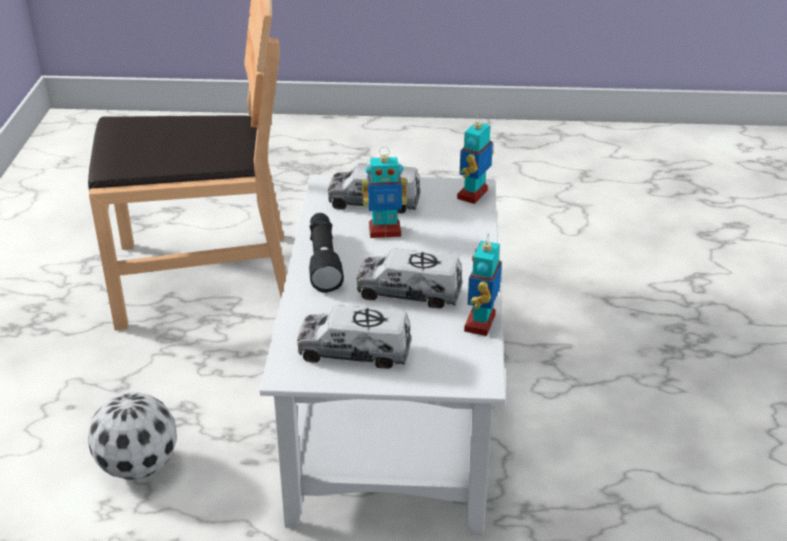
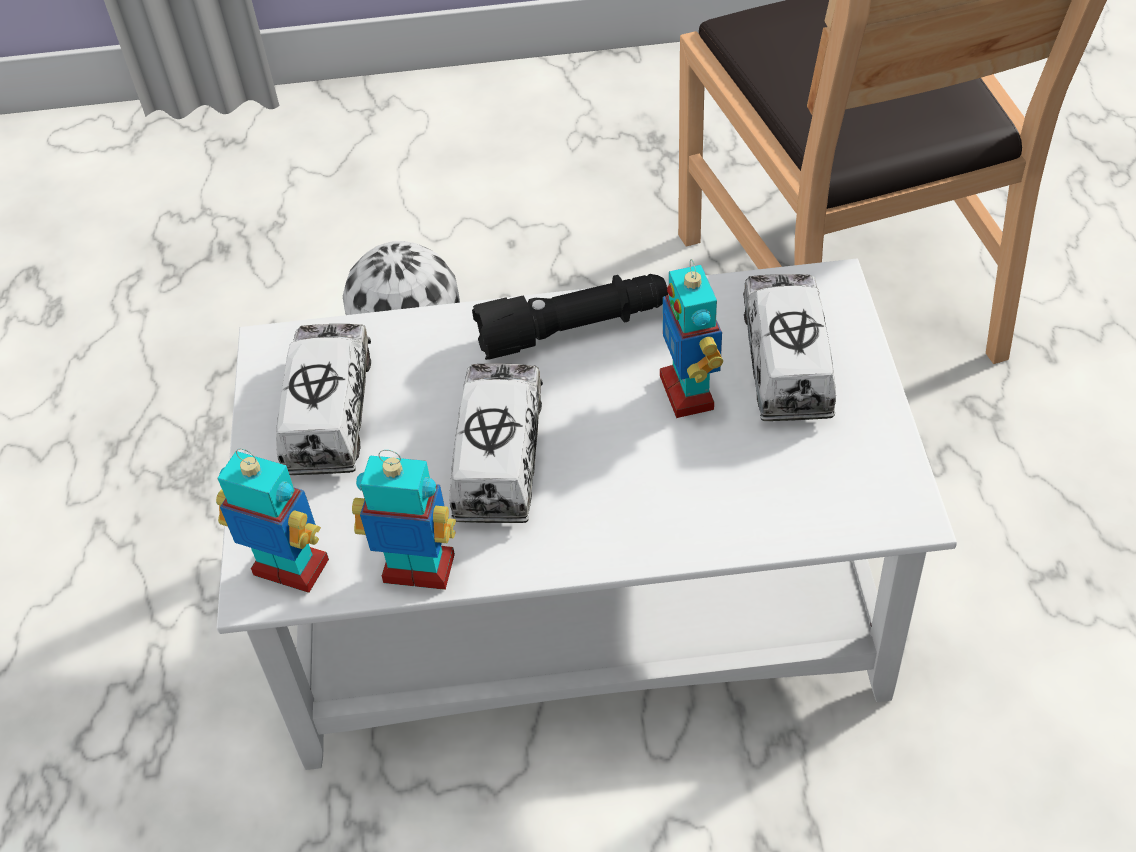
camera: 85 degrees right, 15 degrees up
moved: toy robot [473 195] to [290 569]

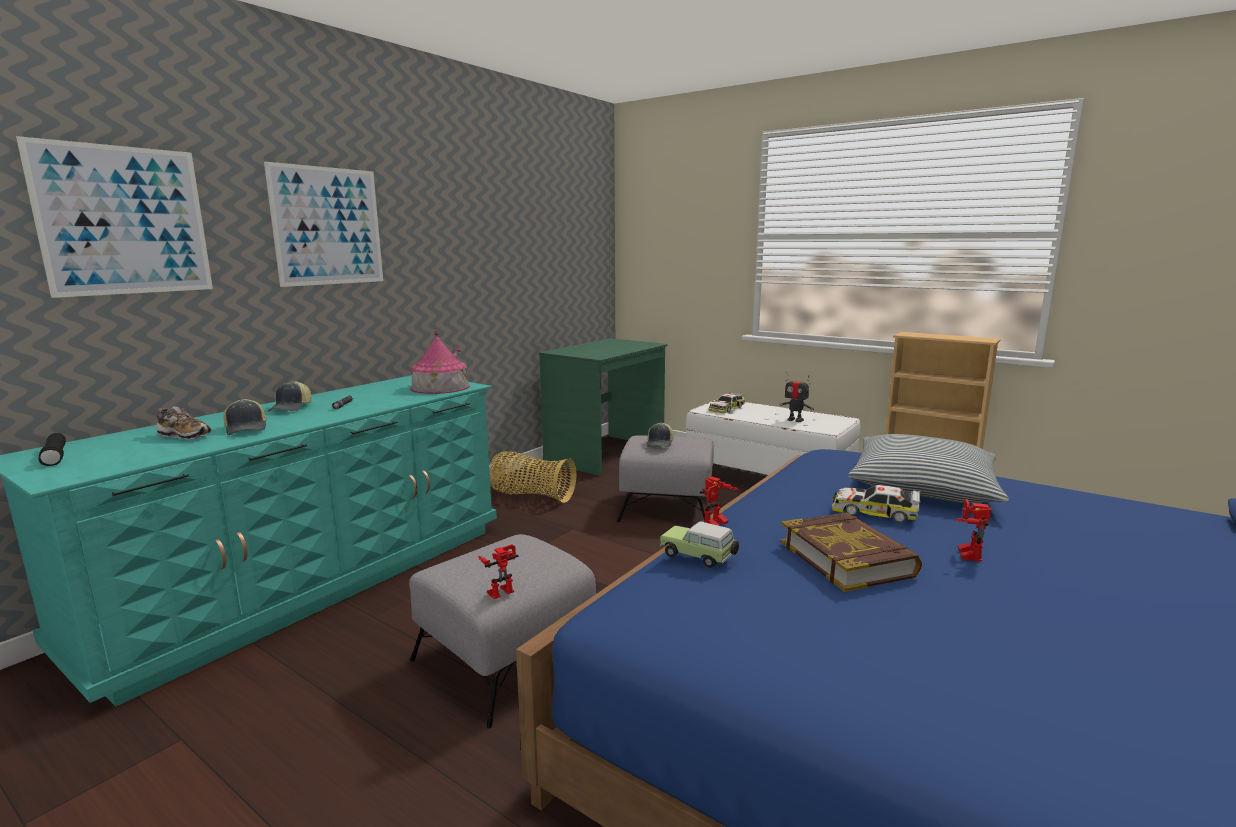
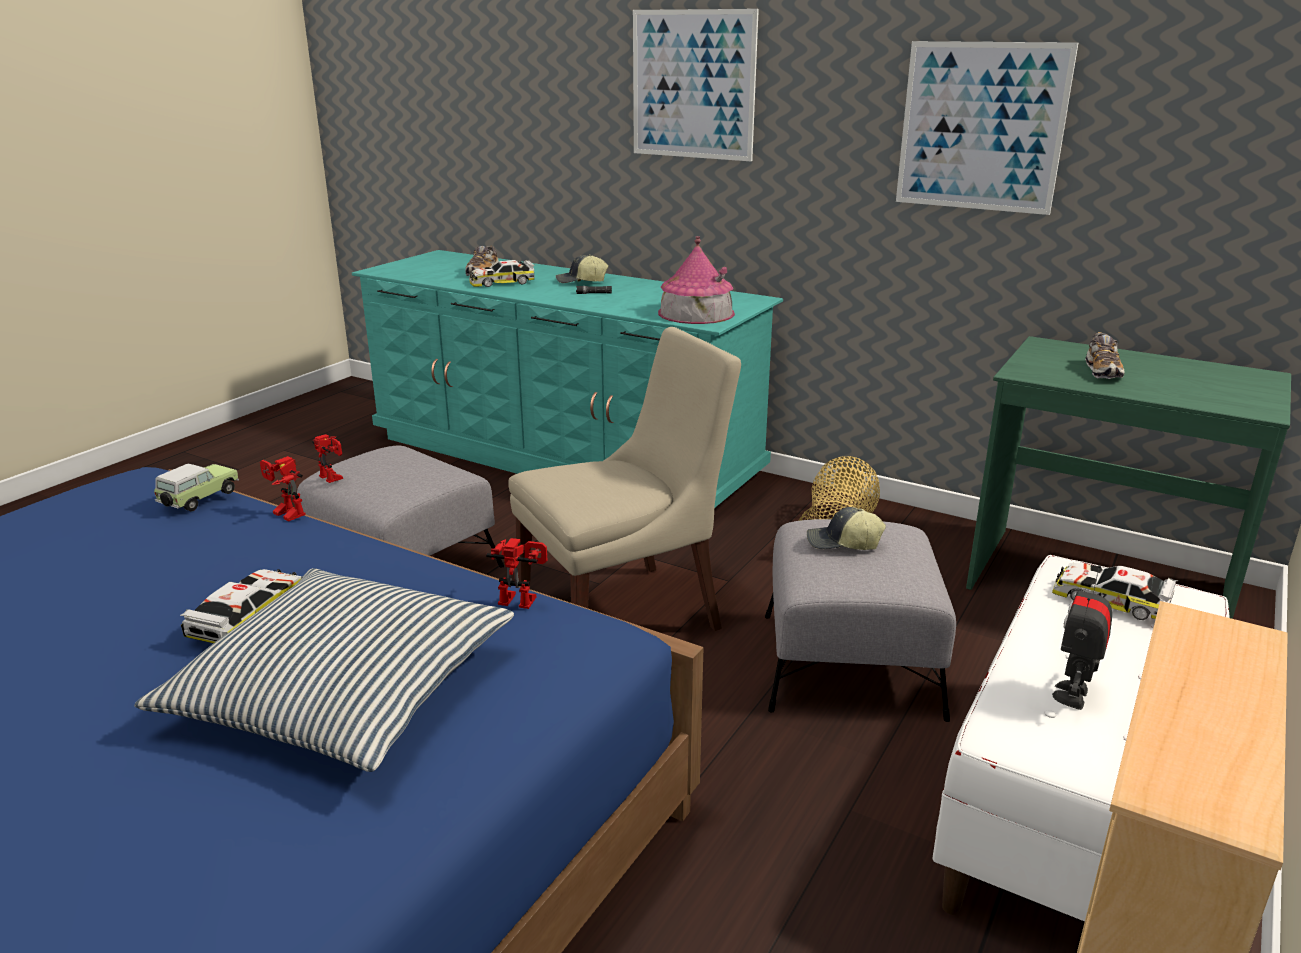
camera: 85 degrees right, 10 degrees up
removed: flashlight (black) [56 456]; book [847 558]
added: chair (beige) [625 615]; shoe [1102 371]
moved: picture [124 221] to [981 127]; toy robot [964 553] to [521 598]
replaced: cap [247 429] to toy car [502 282]

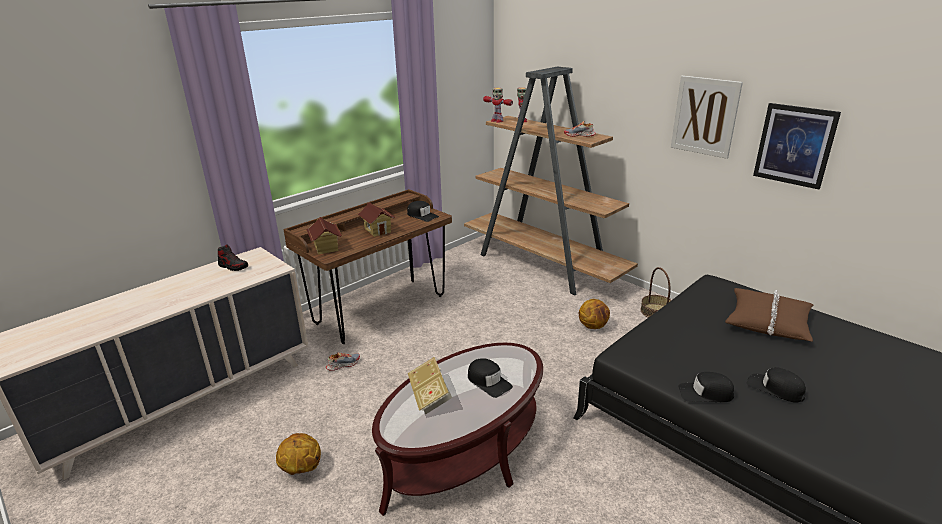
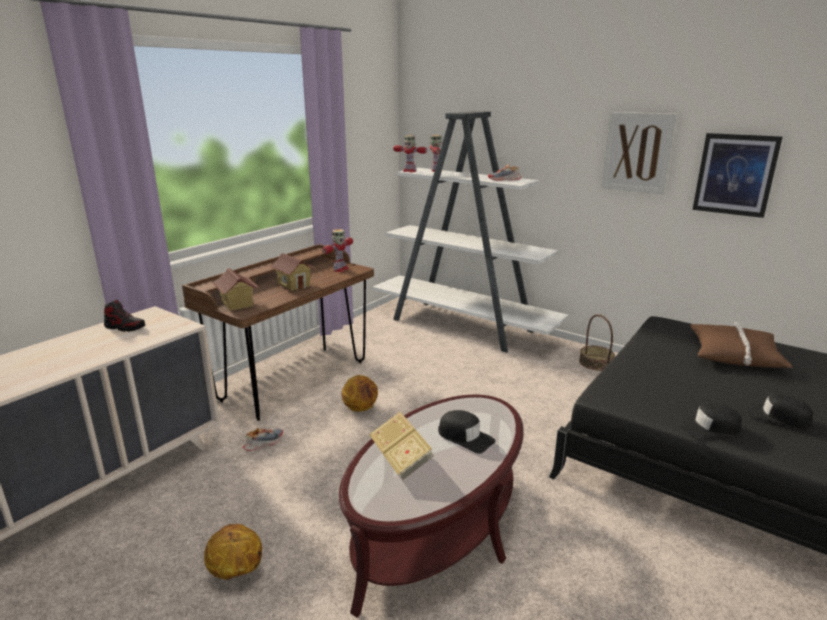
camera: 10 degrees left, 5 degrees down
moved: basketball [593 326] to [361 408]
replaced: cap (black) [422 215] to toy robot [340 269]
recoloured: bookcase (brown) [543 265] to bookcase (white) [464 326]

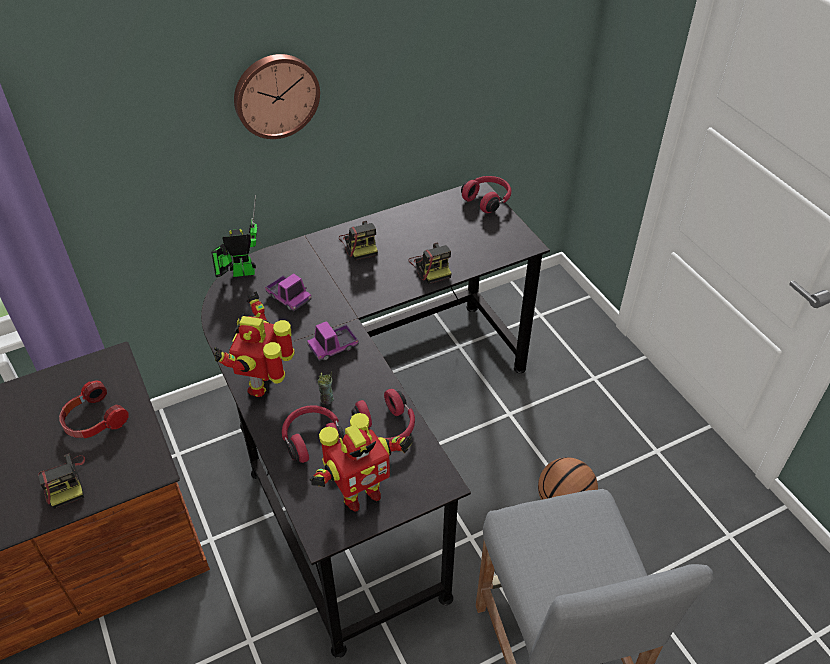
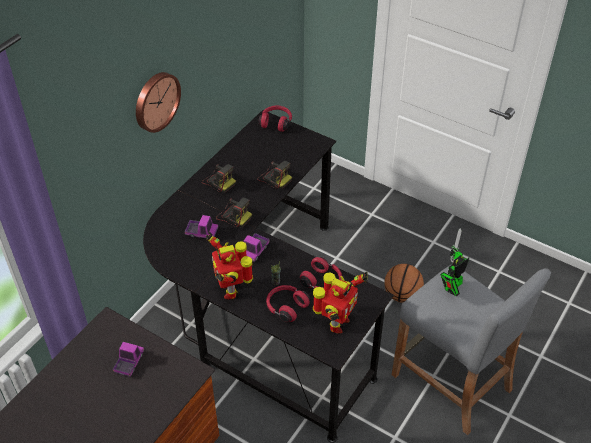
camera: 30 degrees left, 0 degrees up
moved: photo camera [65 482] to [233 216]; toy robot [239 272] to [452 286]
replaced: headphones [93 420] to toy truck [129 362]

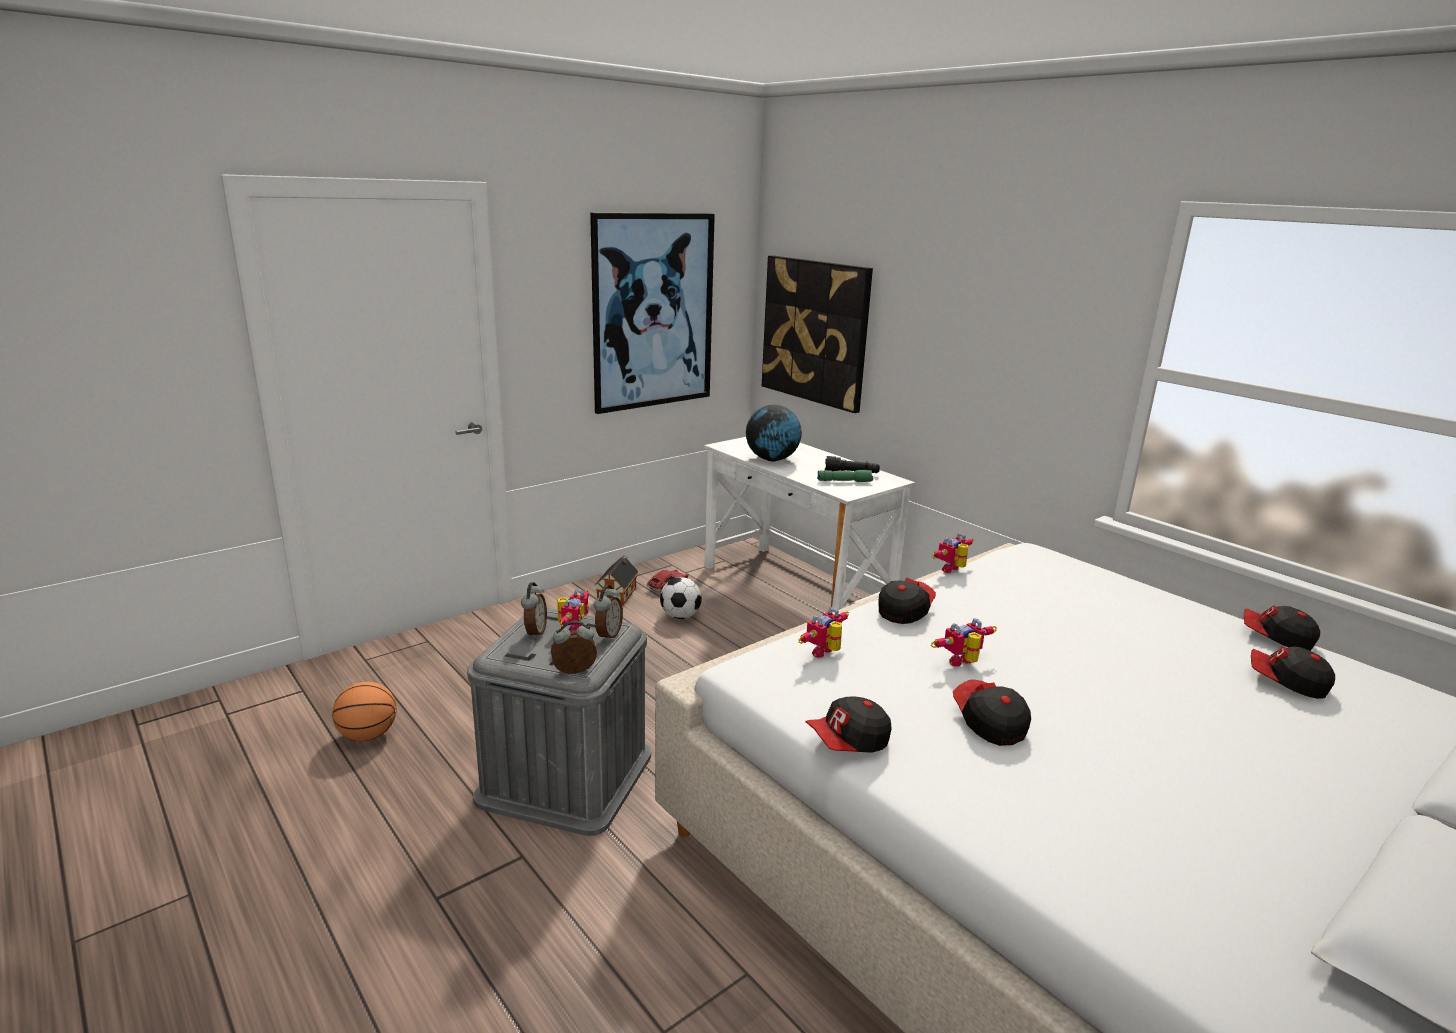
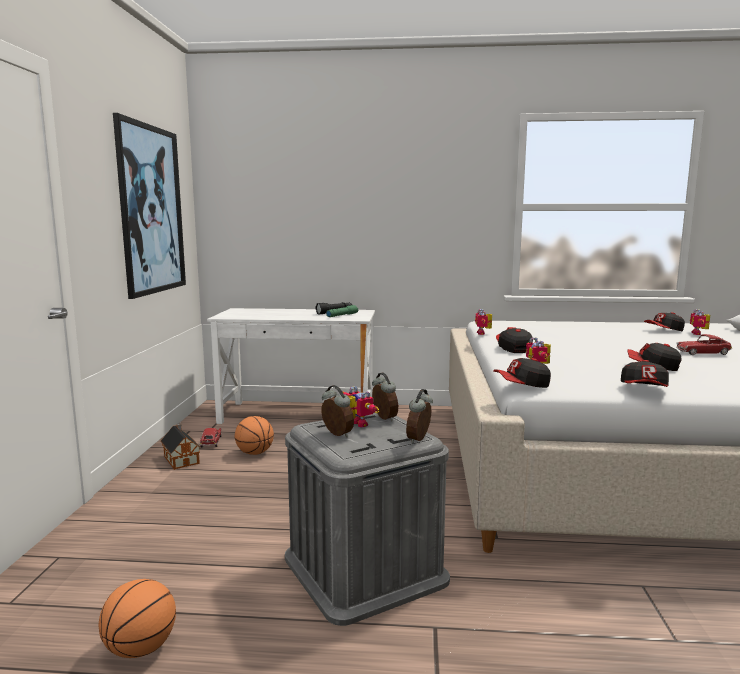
camera: 45 degrees left, 10 degrees down
removed: globe [772 459]; picture [815 331]
added: toy car [702 353]
moved: toy robot [963 664] to [699 333]; cap [1276 638] to [522 386]
replaced: football [680 616] to basketball [255 453]

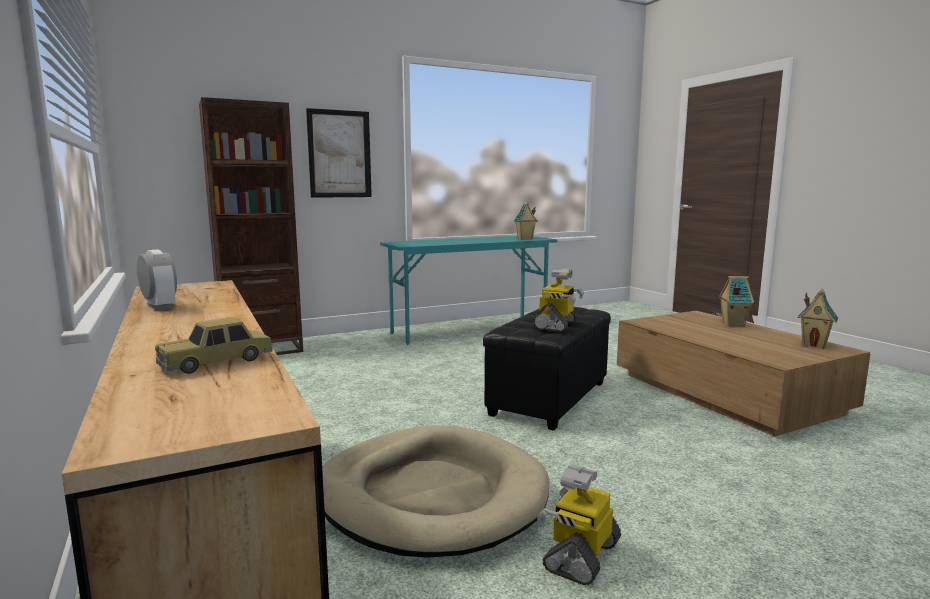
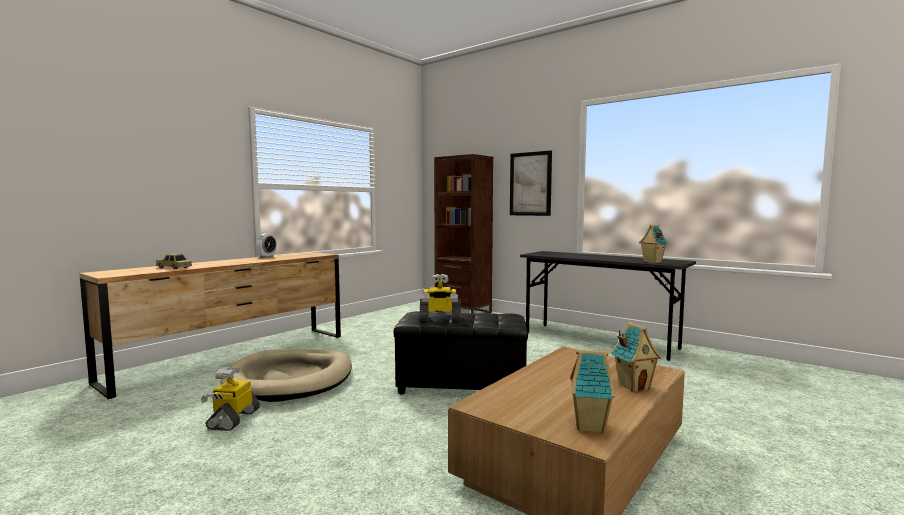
camera: 65 degrees right, 5 degrees down
recoloured: desk (turquoise) [470 330] to desk (grey) [599 341]
turned: toy robot [580 555] = [233 419] 90 degrees counterclockwise

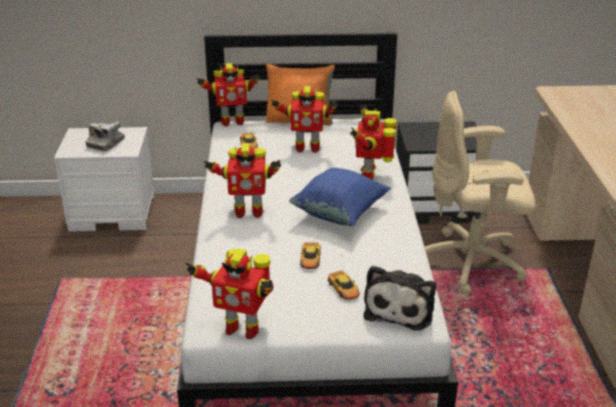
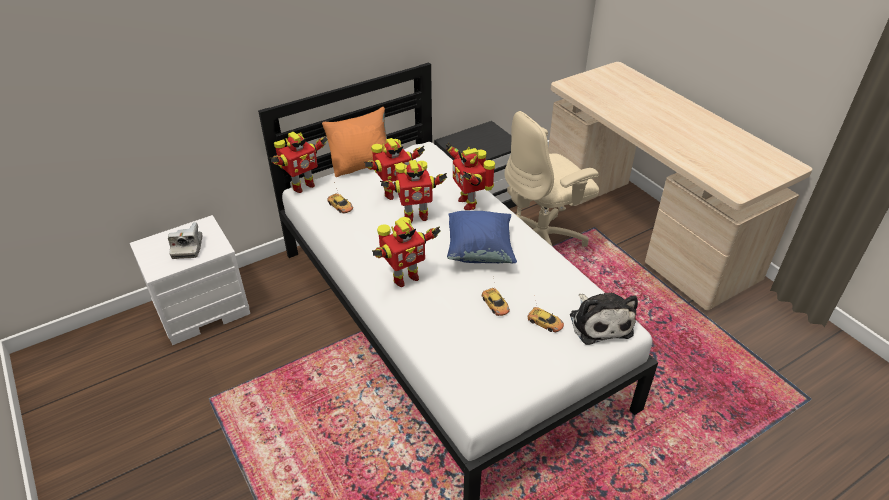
camera: 30 degrees left, 10 degrees up
moved: toy robot [241 328] to [415 216]

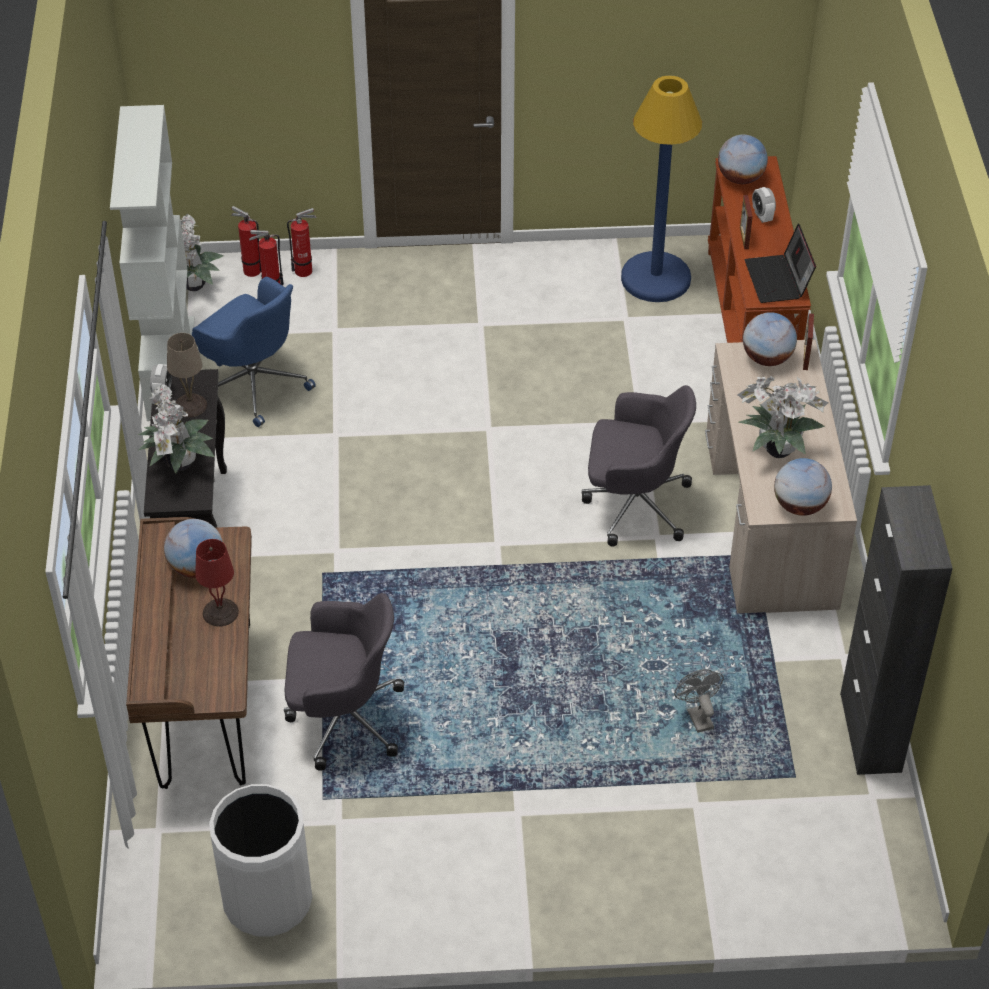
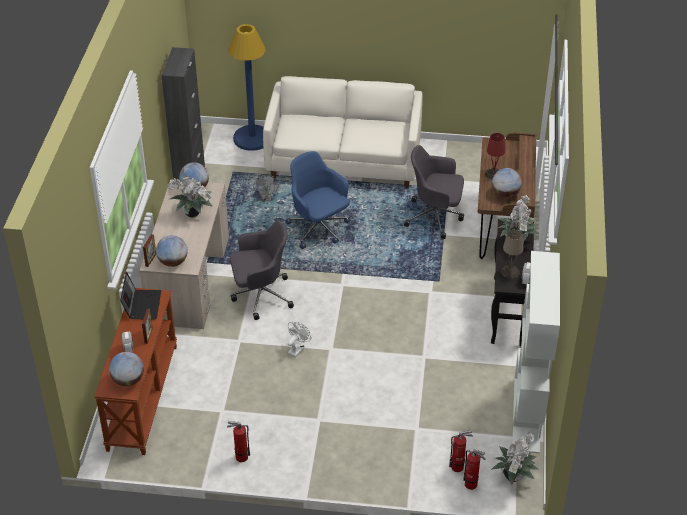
camera: 170 degrees left, 5 degrees down
removed: trash can (white) [267 900]
added: sofa (white) [344 159]; fan (white) [297 349]
moved: office chair (blue) [253 383] to [318 229]; fire extinguisher [306 270] to [240 457]; floor lamp (blue) [655 278] to [252 138]
turned: office chair (grey) [634 504] = [260 295] 150 degrees clockwise

